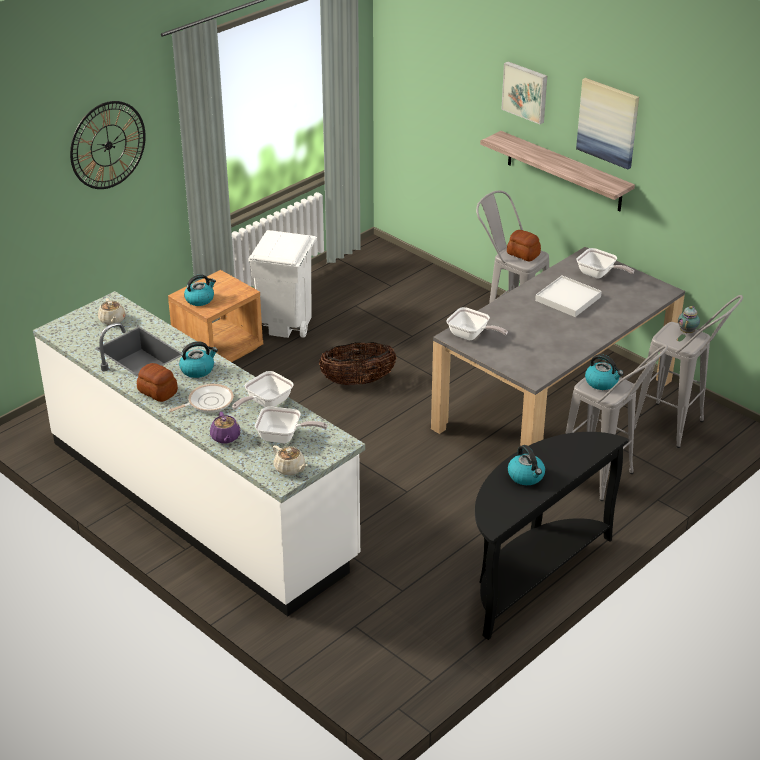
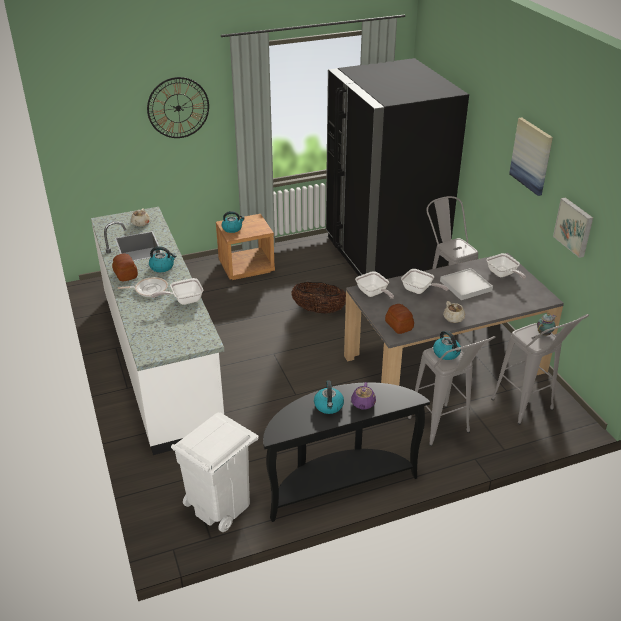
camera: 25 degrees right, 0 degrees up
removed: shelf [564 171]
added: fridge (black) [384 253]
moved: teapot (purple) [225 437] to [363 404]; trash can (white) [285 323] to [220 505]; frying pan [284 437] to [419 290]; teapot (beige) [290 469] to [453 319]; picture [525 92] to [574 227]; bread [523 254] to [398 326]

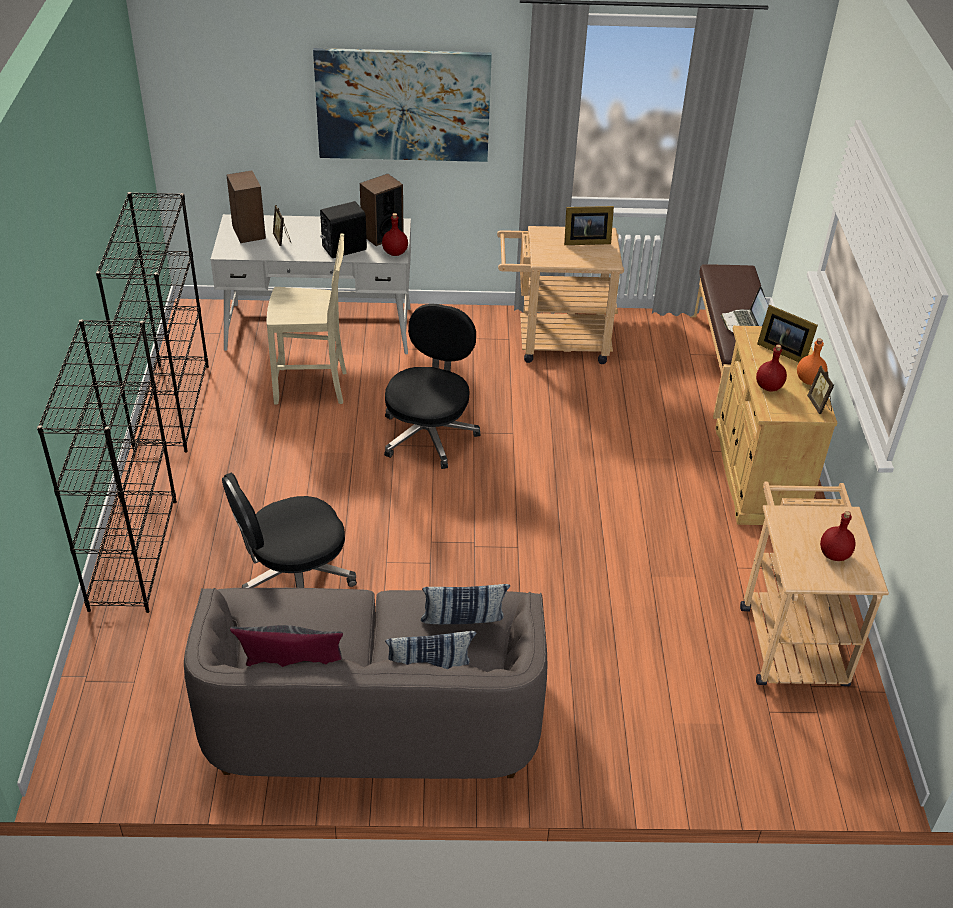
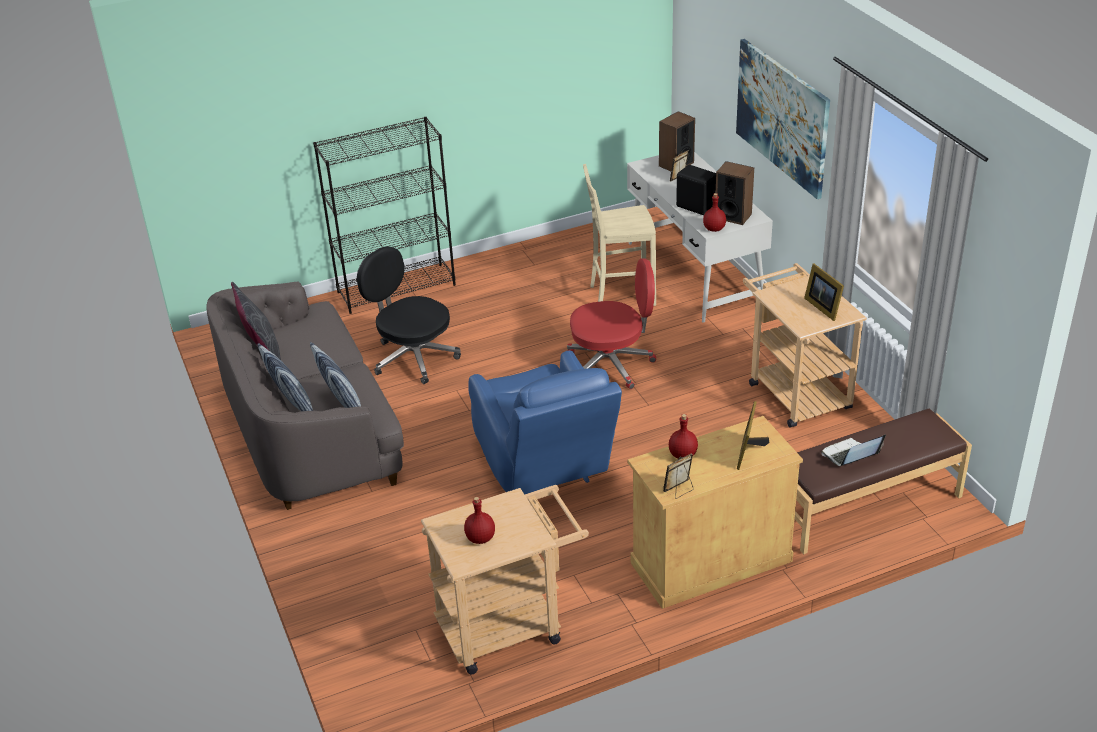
camera: 70 degrees right, 5 degrees down
removed: bookcase (black) [172 406]; bottle (orange) [808 380]
added: armchair (blue) [546 465]
recoloured: office chair (black) [429 434] to office chair (red) [612 364]
turned: chair (beige) [313 387] = [620 294] 105 degrees clockwise

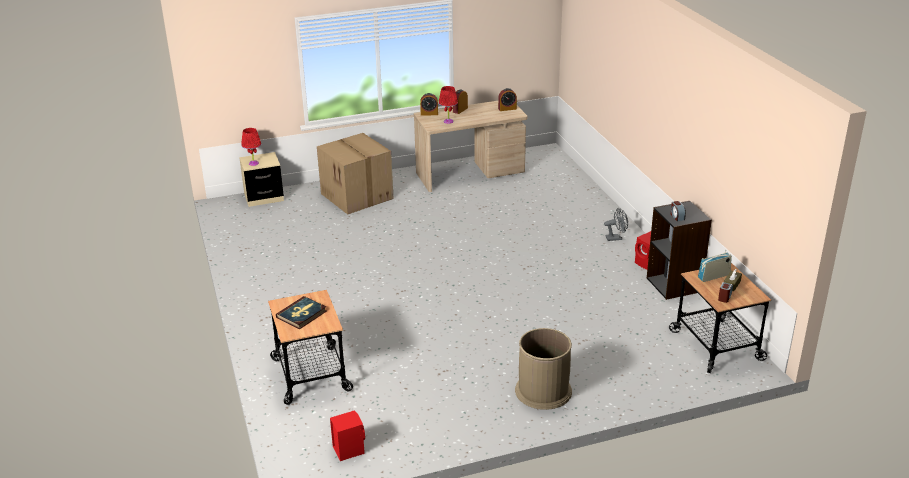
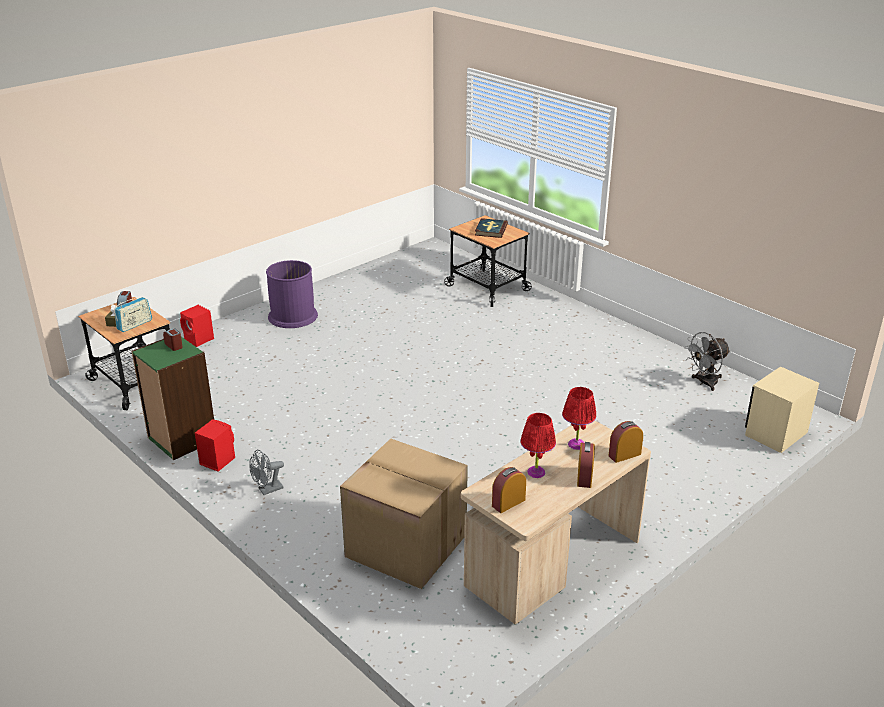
camera: 155 degrees right, 0 degrees up
added: fan (grey) [704 383]
moved: table lamp (red) [253 163] to [536 472]; cardboard box [358 196] to [404 546]; speaker (red) [348 449] to [199 340]
recoloured: trash can (brown) [543 391] to trash can (purple) [292 316]; bookcase (black) [674 285] to bookcase (green) [181 439]

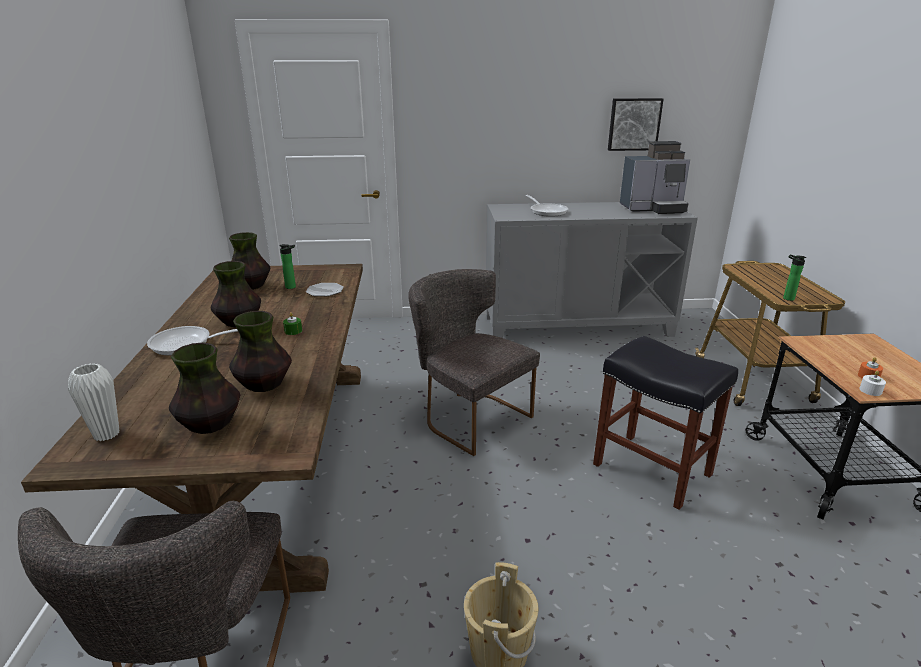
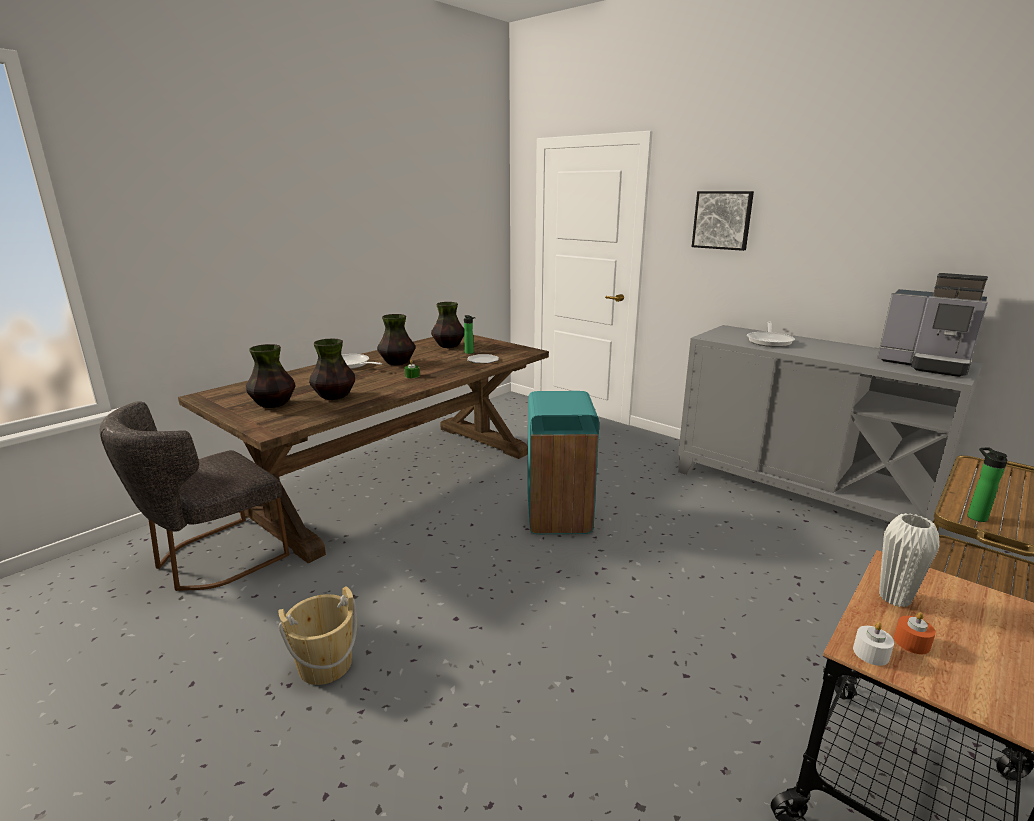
camera: 45 degrees right, 5 degrees down
removed: stool (black) [653 470]
moved: vase (white) [106 434] to [894 598]; picture [634 124] to [722 220]
replaced: chair (grey) [469 416] to trash can (turquoise) [559 516]

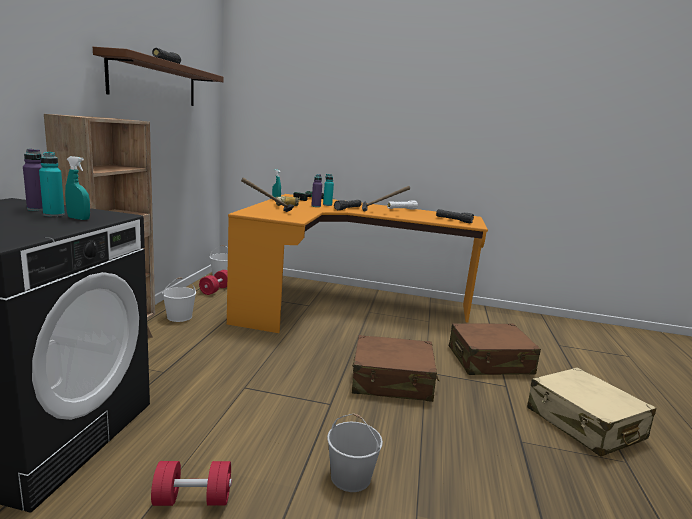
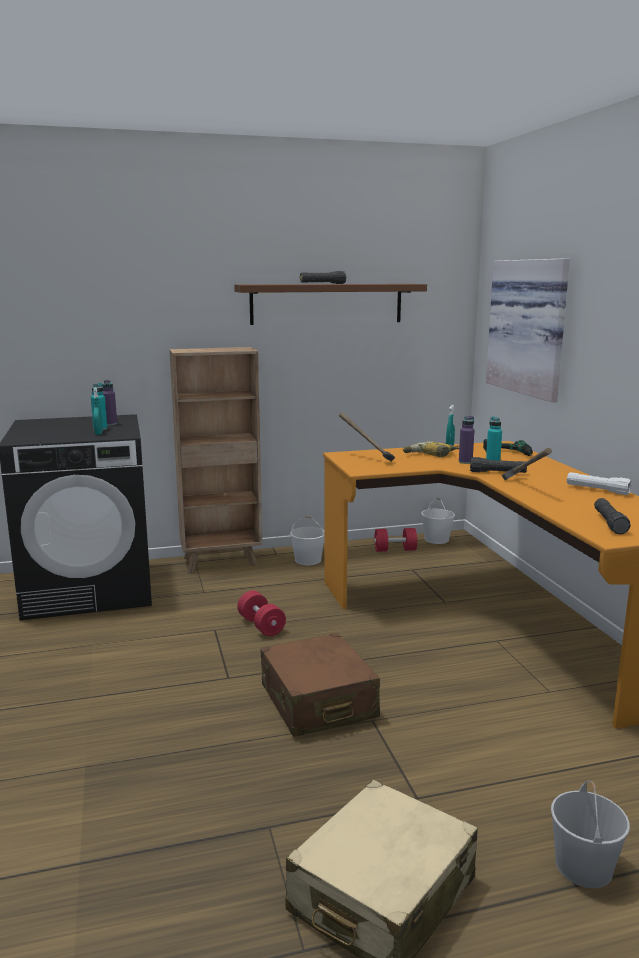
camera: 65 degrees right, 0 degrees up
removed: suitcase (brown) [490 361]
added: picture [530 327]
moved: dumbbell (red) [193 499] to [261 625]; bucket (white) [351 477] to [584 867]

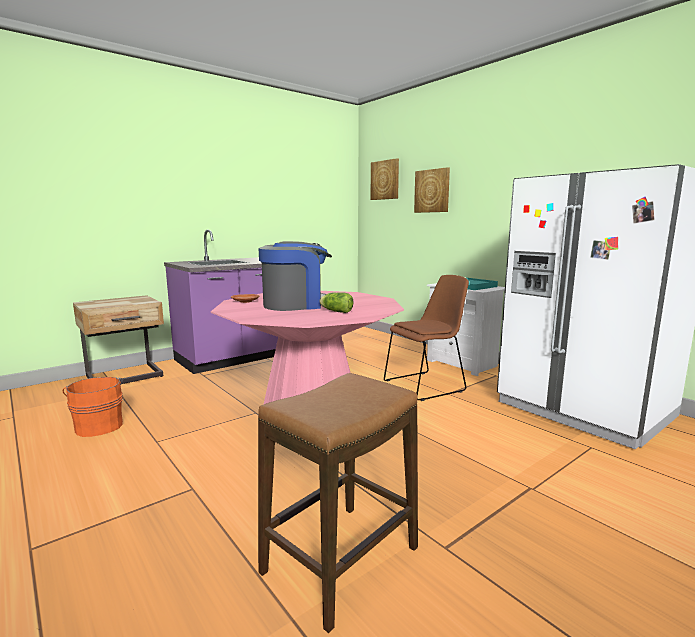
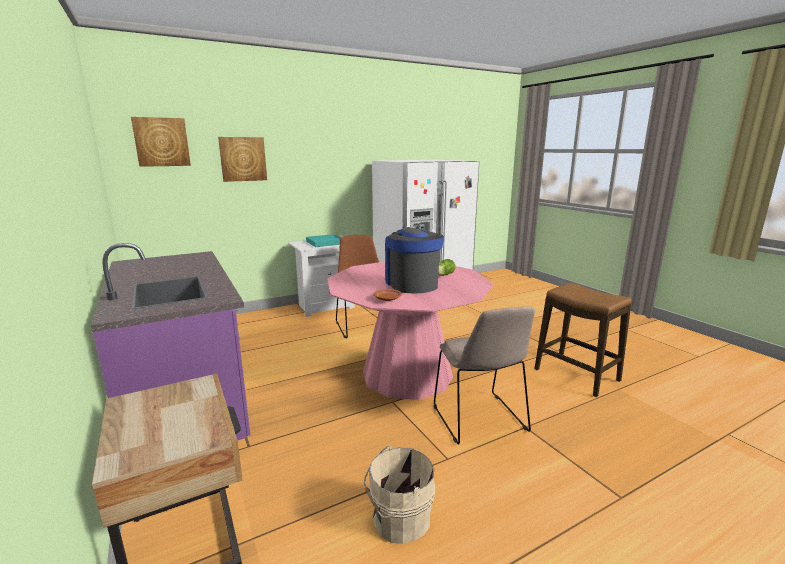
camera: 80 degrees left, 5 degrees up
added: chair (beige) [480 420]
recoloured: bucket (orange) [99 426] to bucket (beige) [398 519]

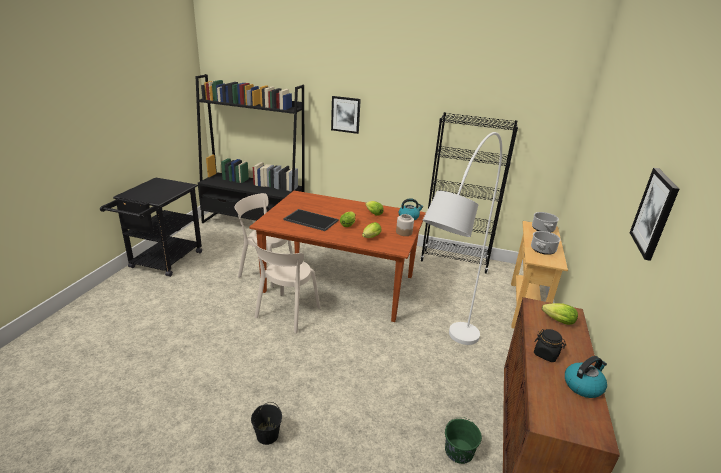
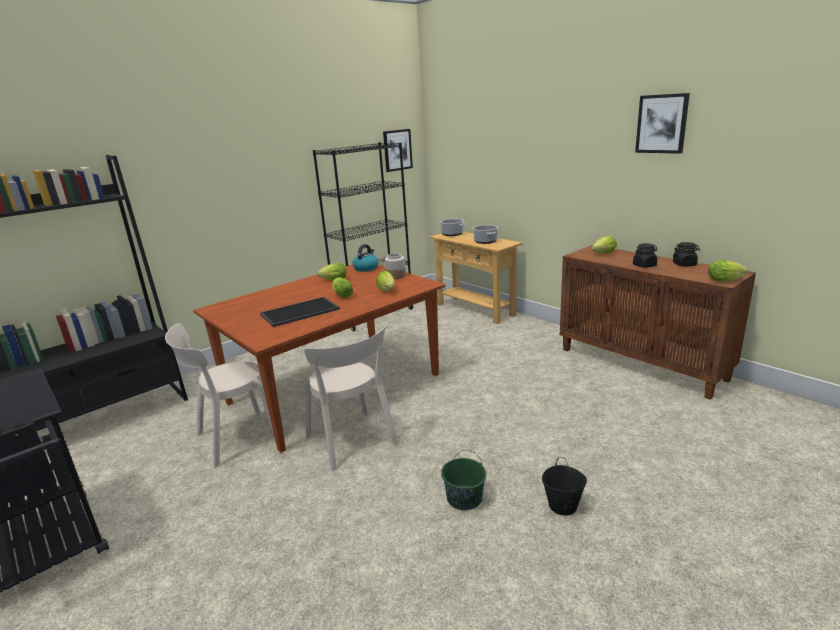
camera: 55 degrees left, 5 degrees down
removed: floor lamp (white) [442 368]
added: lettuce [726 281]
moved: picture [345 114] to [397 150]; bucket (green) [458 451] to [464 498]
replaced: kettle [583 385] to jar (black) [684 264]

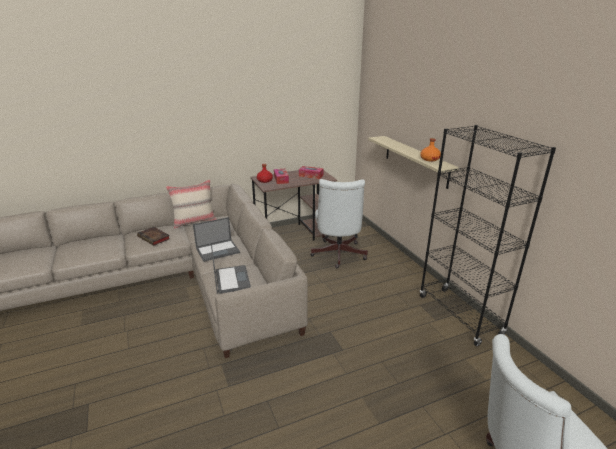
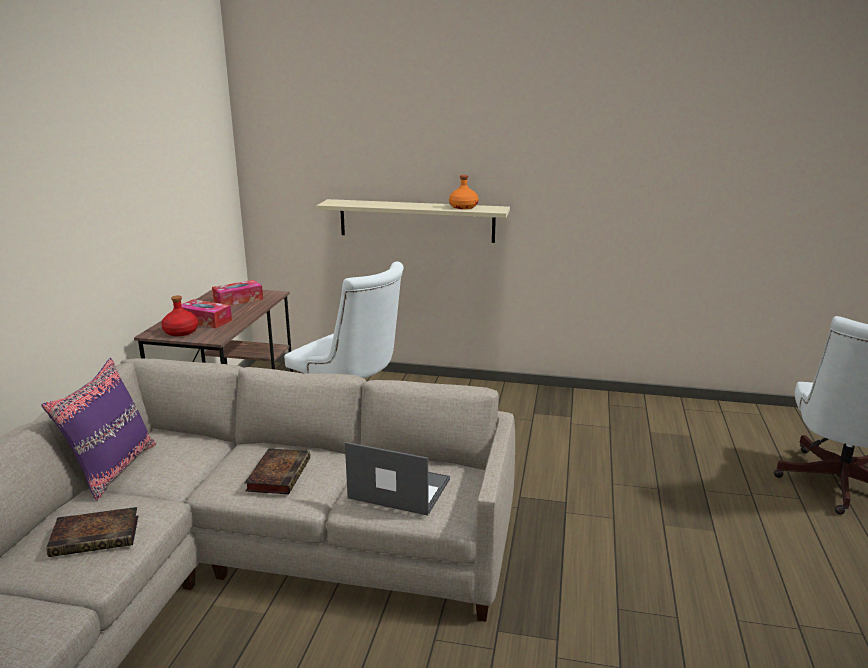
camera: 55 degrees left, 5 degrees down
removed: bookcase (black) [459 316]
replaced: laptop [218 250] to book [279 474]
recoloured: pillow (beige) [194 221] to pillow (purple) [113 469]

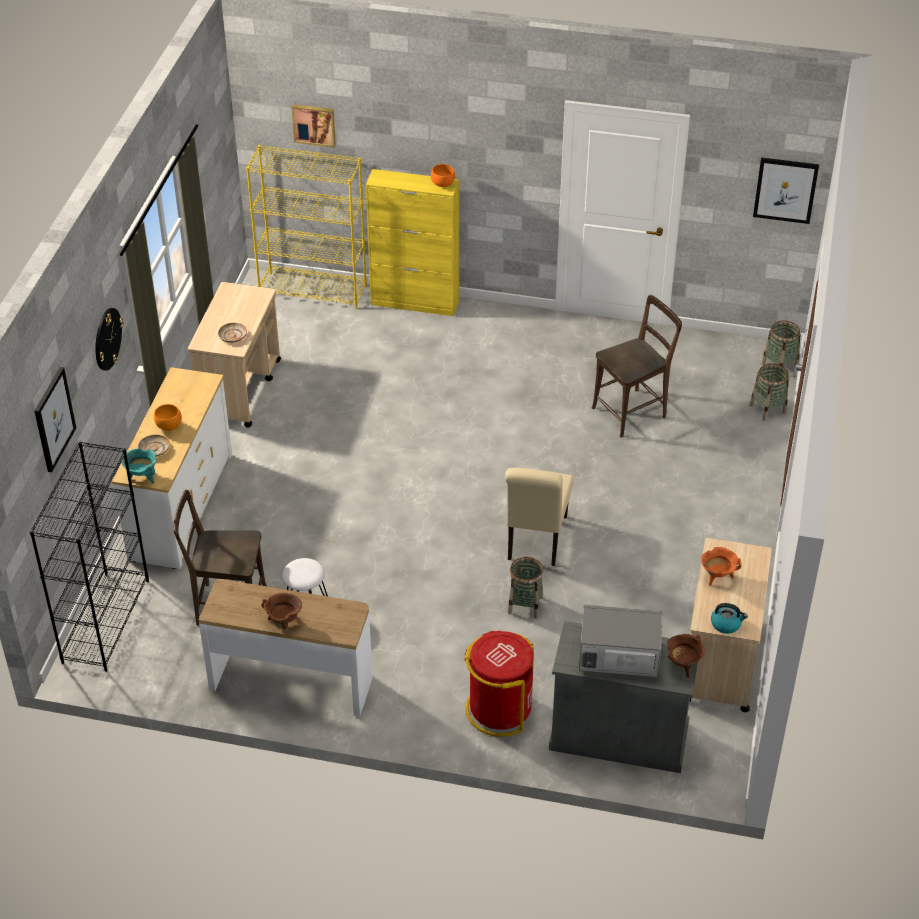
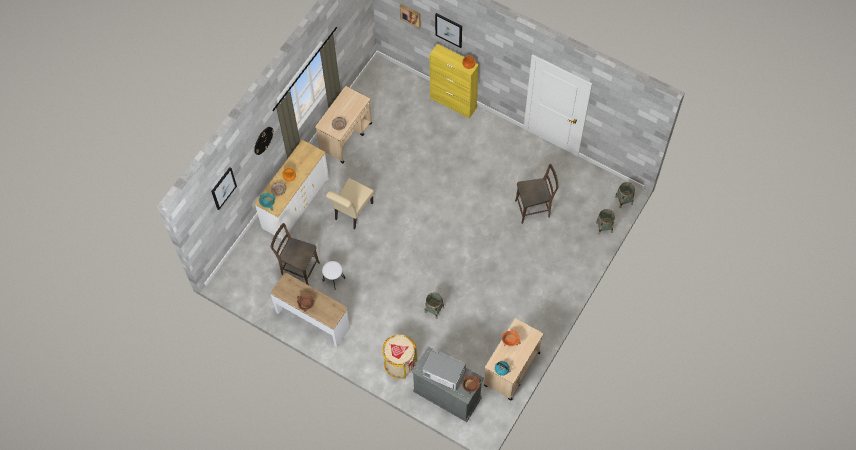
camera: 20 degrees right, 20 degrees up
removed: bookcase (black) [106 620]; bookcase (yellow) [313 290]
moved: chair (beige) [535 541] to [352 213]; picture [785 190] to [449 30]
recoloured: trash can (red) [499 709] to trash can (beige) [400 363]

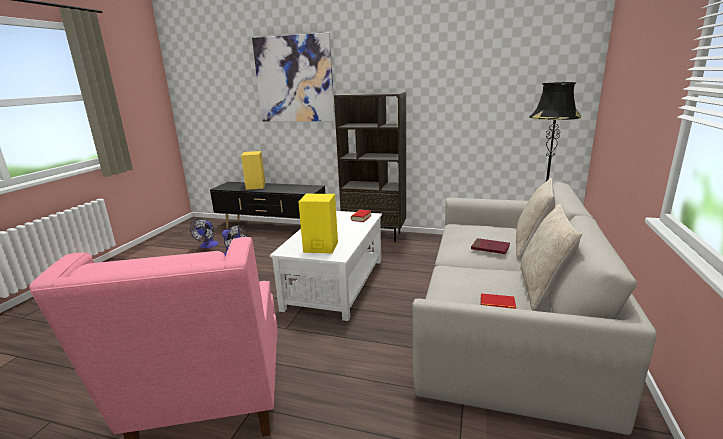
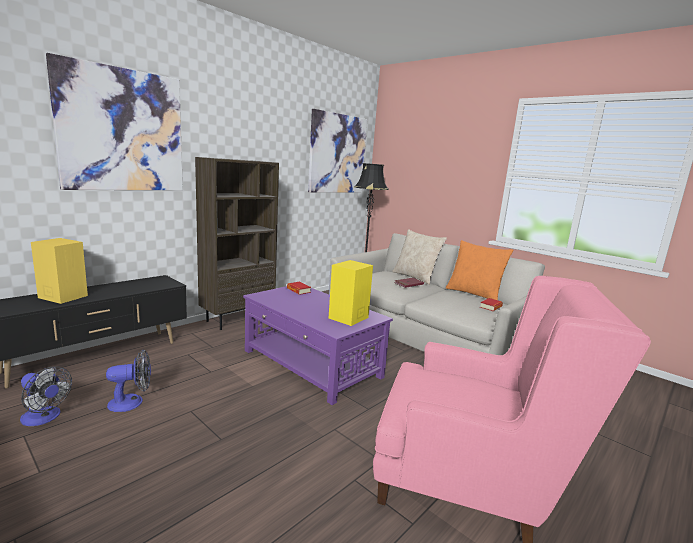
camera: 65 degrees left, 5 degrees down
added: picture [337 154]
recoloured: coffee table (white) [335 284] to coffee table (purple) [312 364]; pillow (beige) [542 289] to pillow (orange) [474 293]

